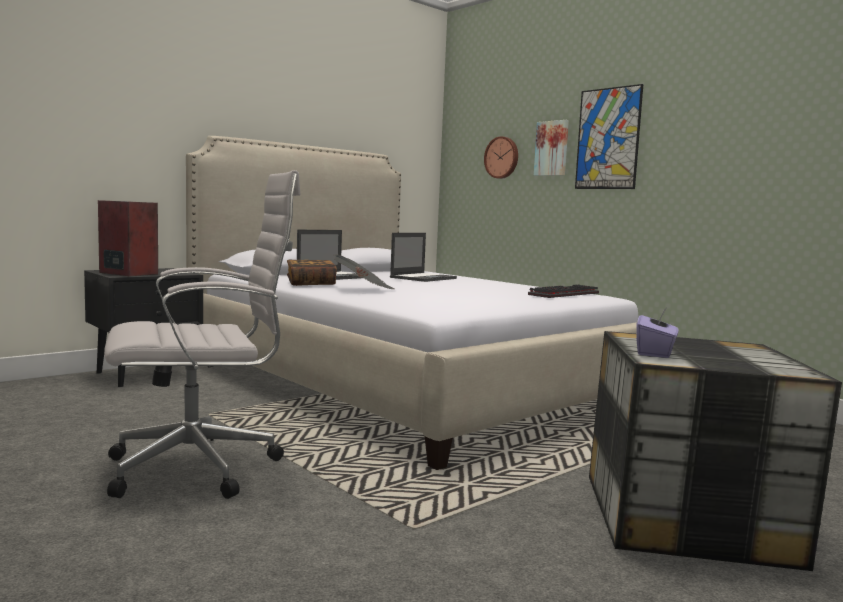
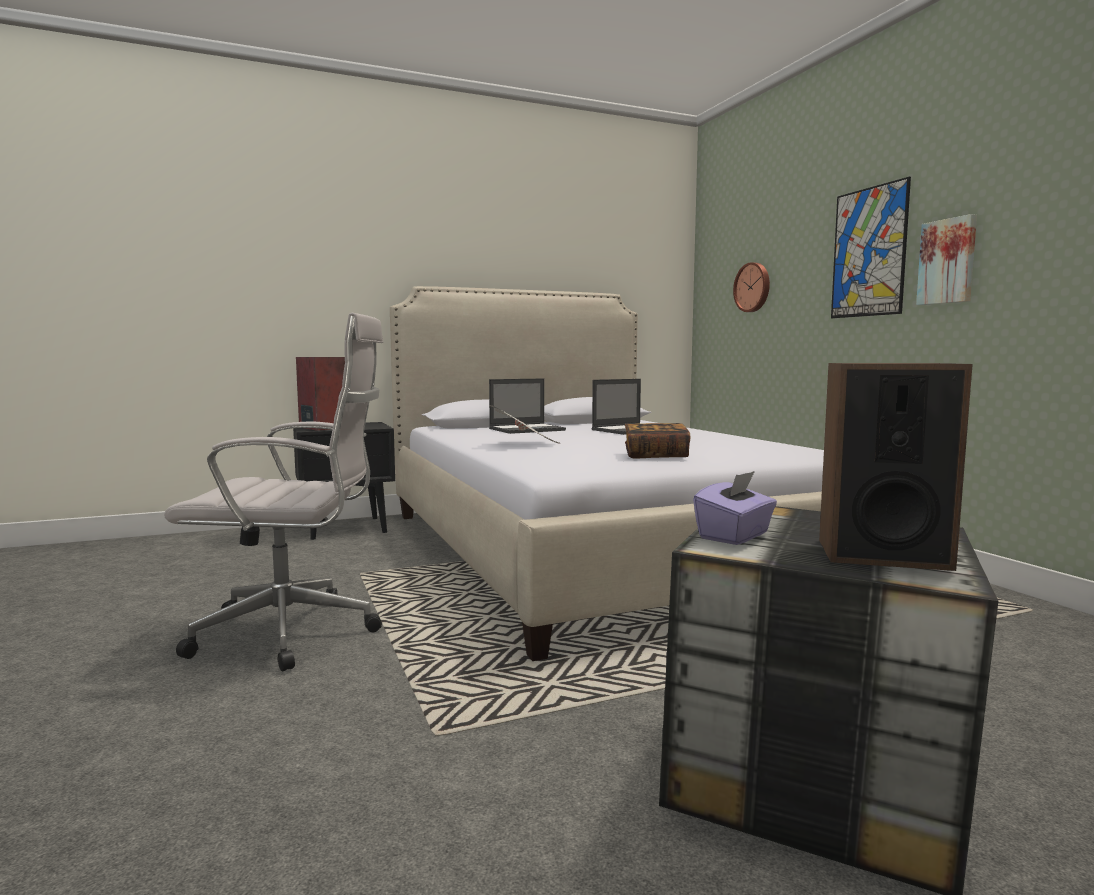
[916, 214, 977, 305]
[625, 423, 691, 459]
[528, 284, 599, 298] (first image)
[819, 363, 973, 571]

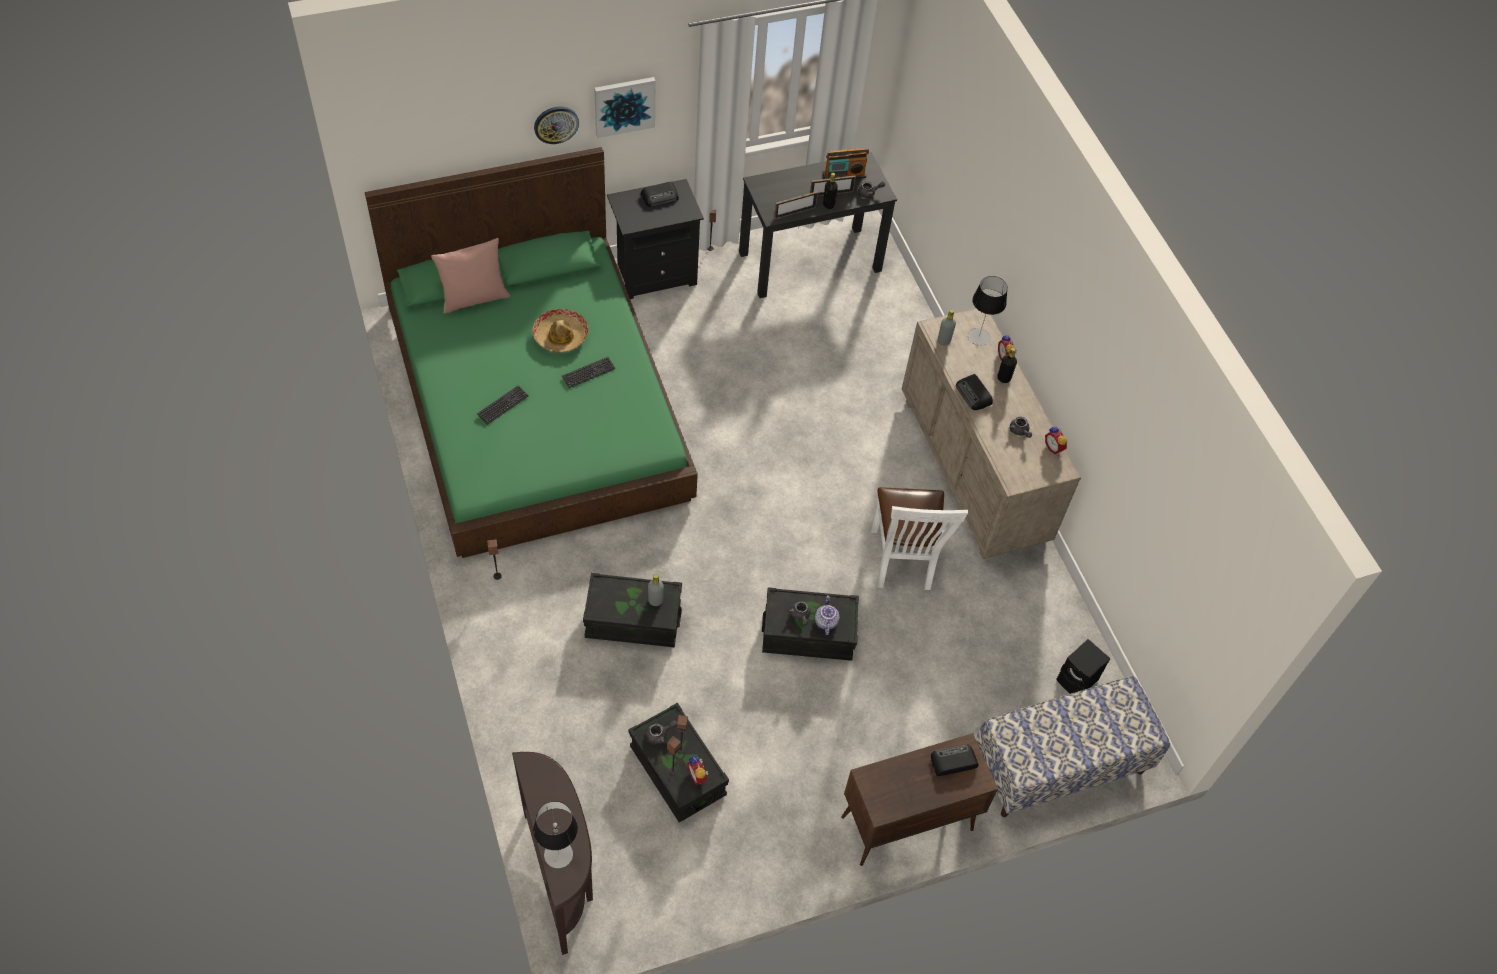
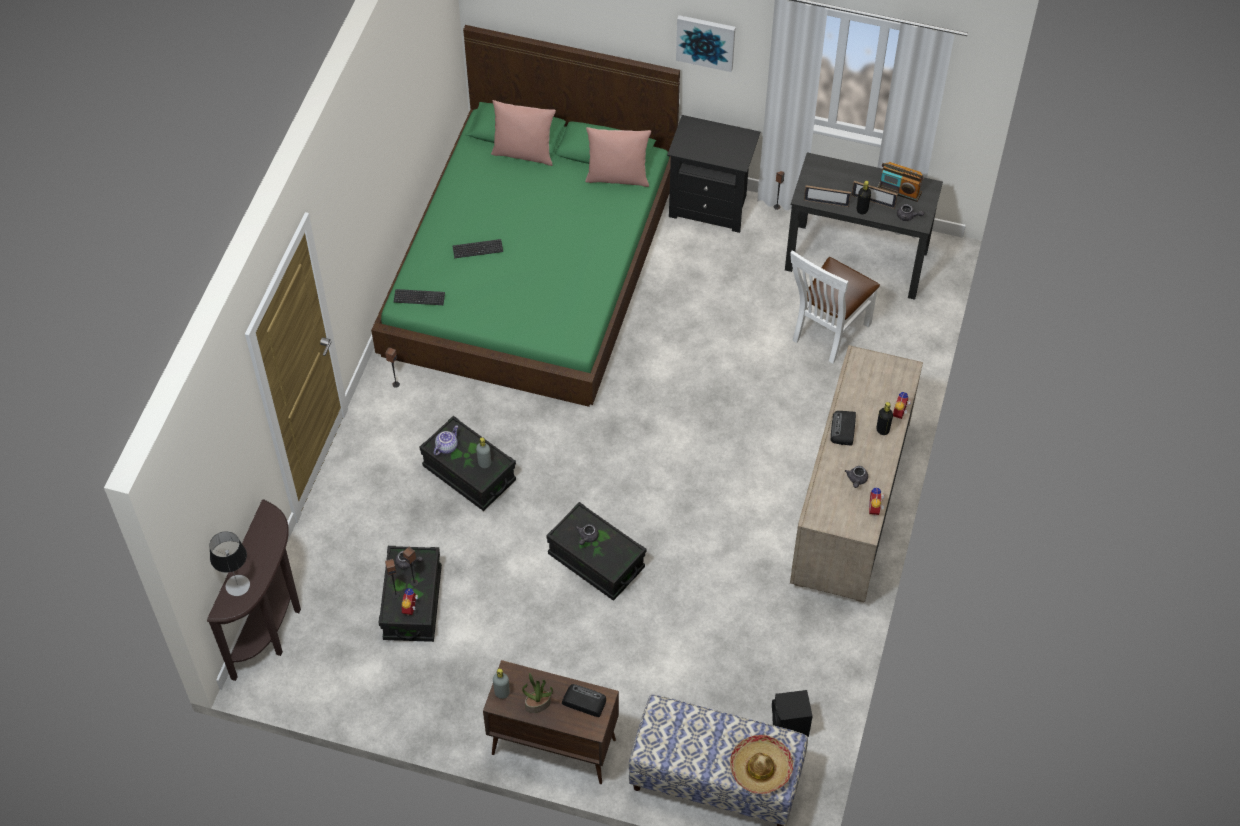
[534, 107, 579, 144] (first image)
[641, 182, 679, 207] (first image)
[968, 276, 1008, 346] (first image)
[730, 735, 793, 794]
[493, 668, 510, 699]
[394, 289, 445, 305]
[790, 250, 880, 363]
[434, 425, 458, 455]
[585, 127, 651, 187]
[522, 673, 553, 713]

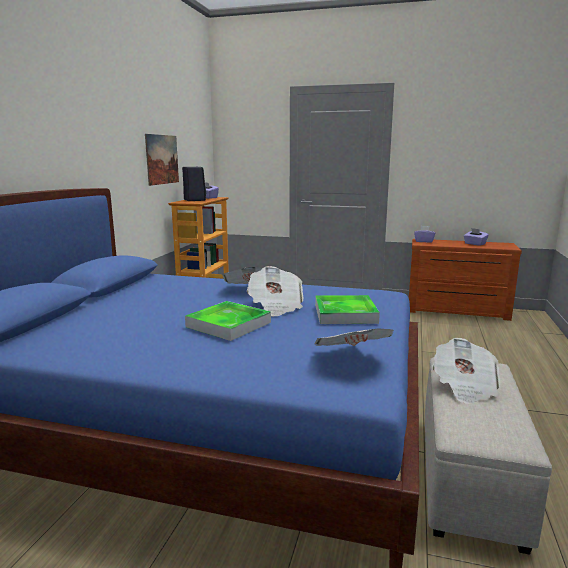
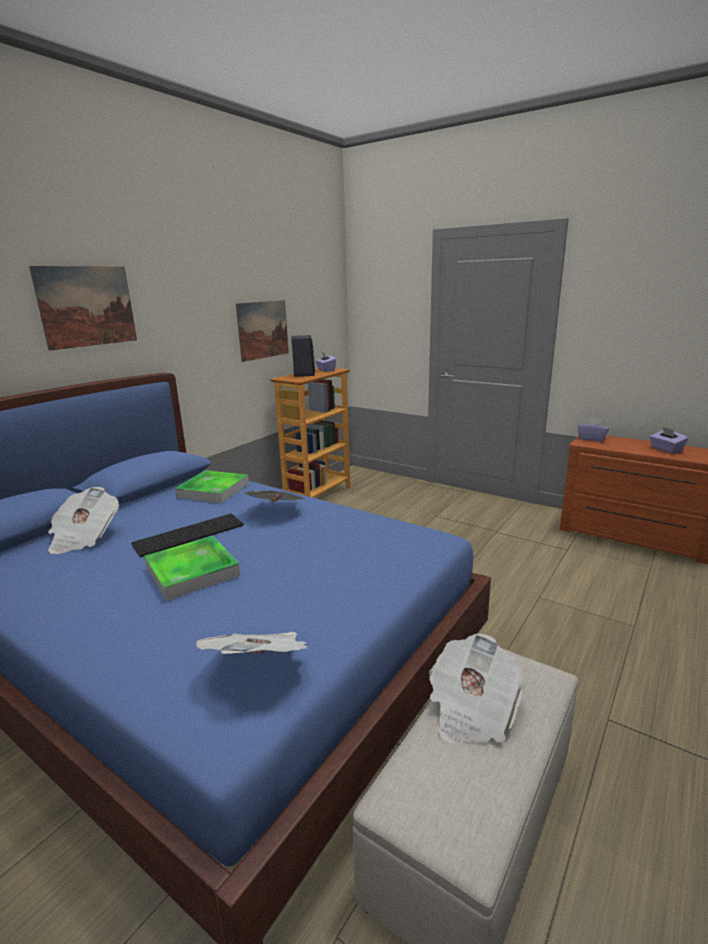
[48, 487, 119, 554]
[175, 470, 249, 503]
[29, 266, 137, 351]
[131, 514, 244, 557]

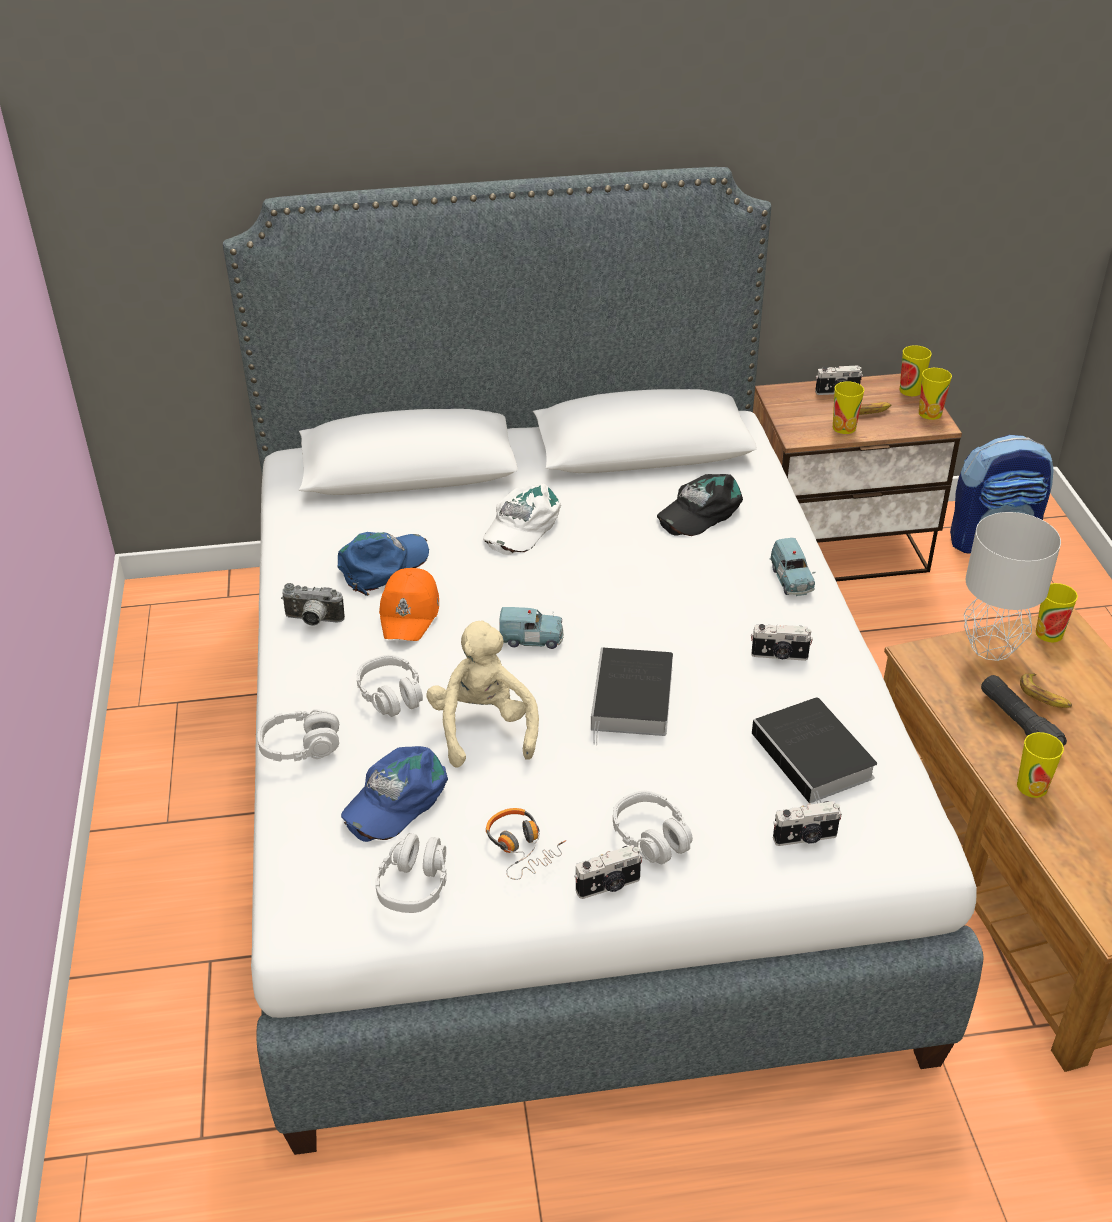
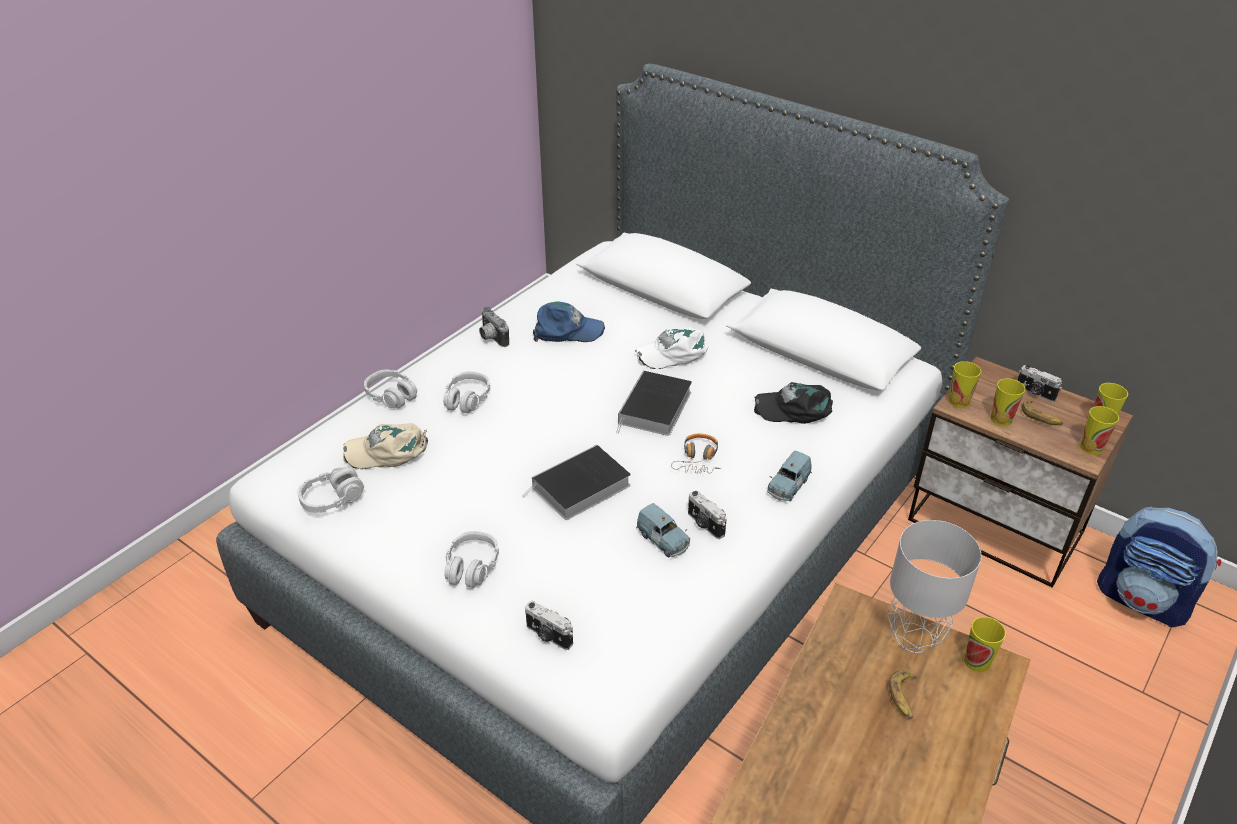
[379, 568, 439, 641] (first image)
[636, 503, 690, 557]
[426, 620, 539, 768] (first image)
[981, 675, 1067, 746] (first image)
[616, 371, 692, 436]
[948, 361, 981, 408]
[343, 423, 428, 469]
[671, 433, 721, 474]
[574, 845, 643, 899] (first image)

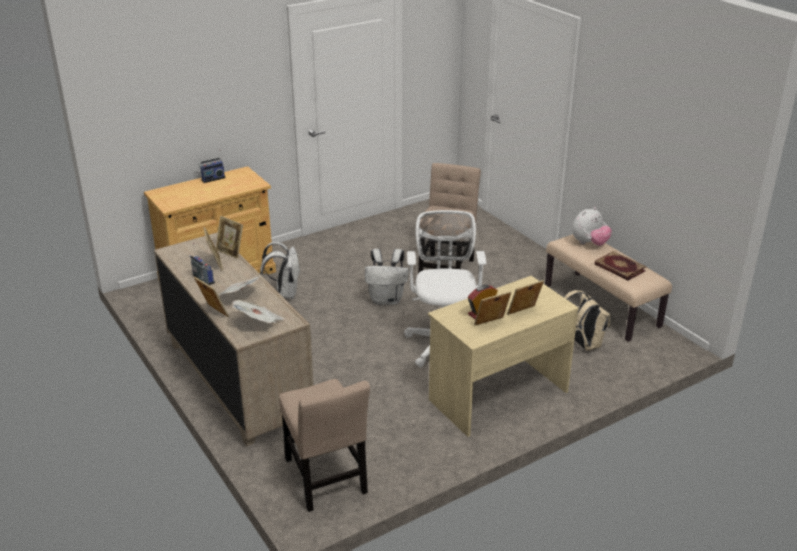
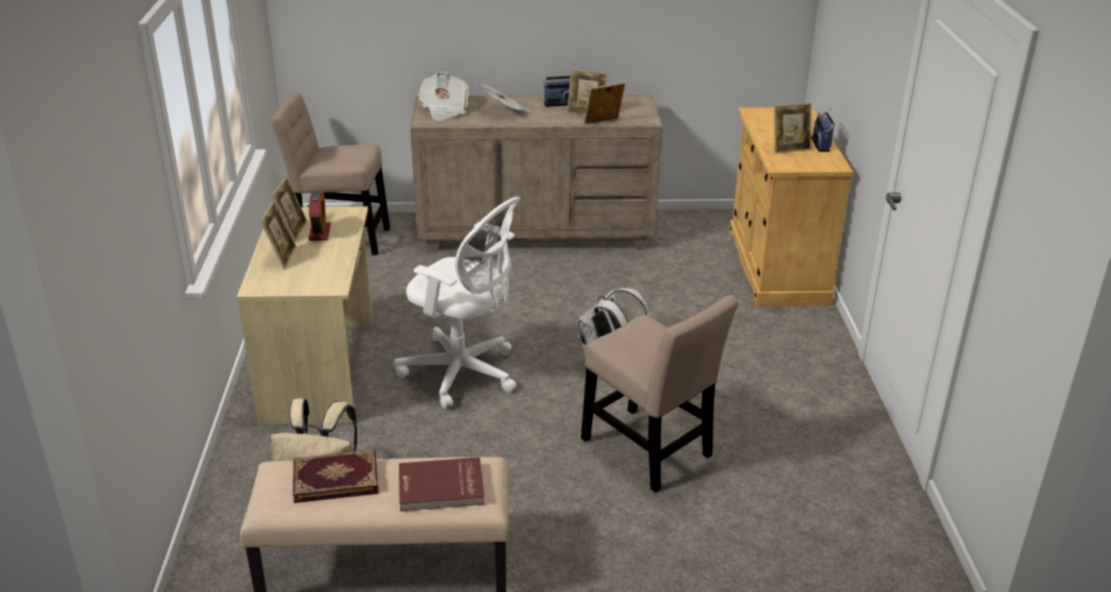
[399, 457, 485, 511]
[260, 242, 301, 299] (first image)
[774, 103, 812, 154]

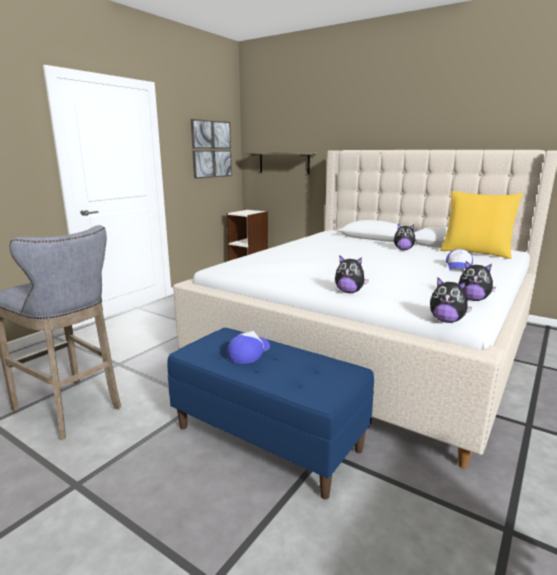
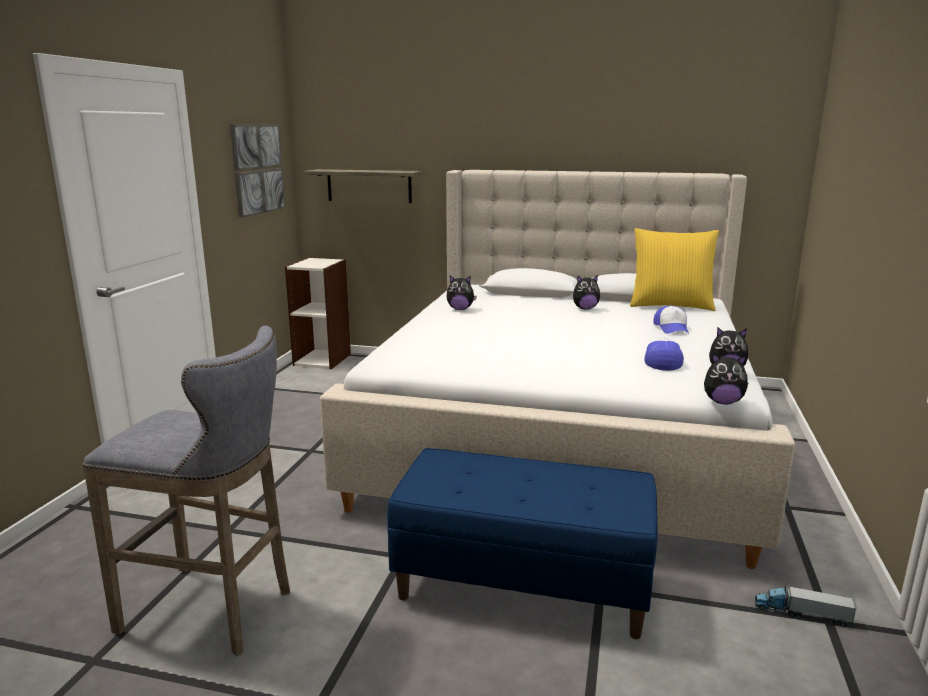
[446, 276, 477, 310]
[644, 337, 684, 371]
[755, 584, 857, 627]

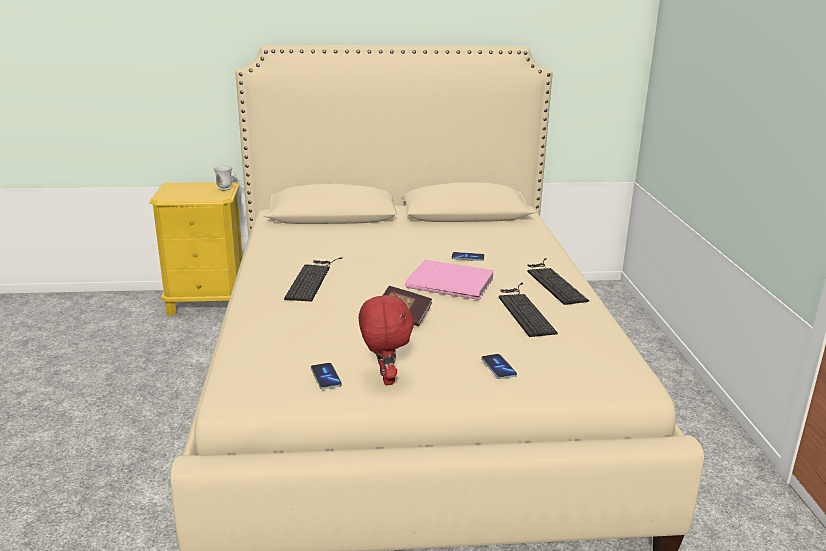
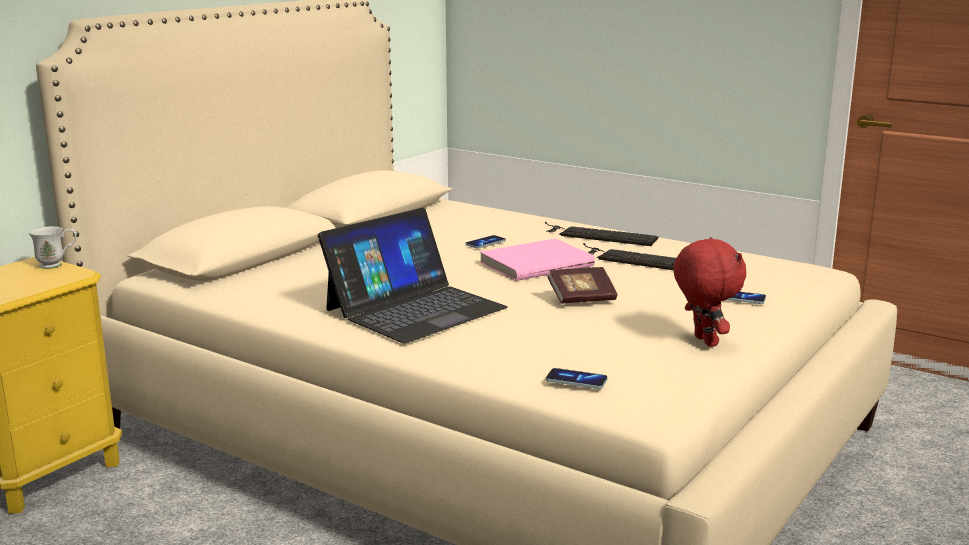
[318, 208, 508, 343]
[673, 237, 746, 347]
[546, 368, 608, 389]

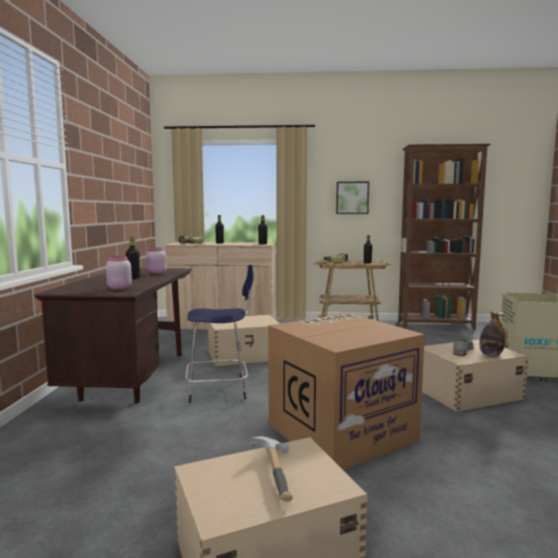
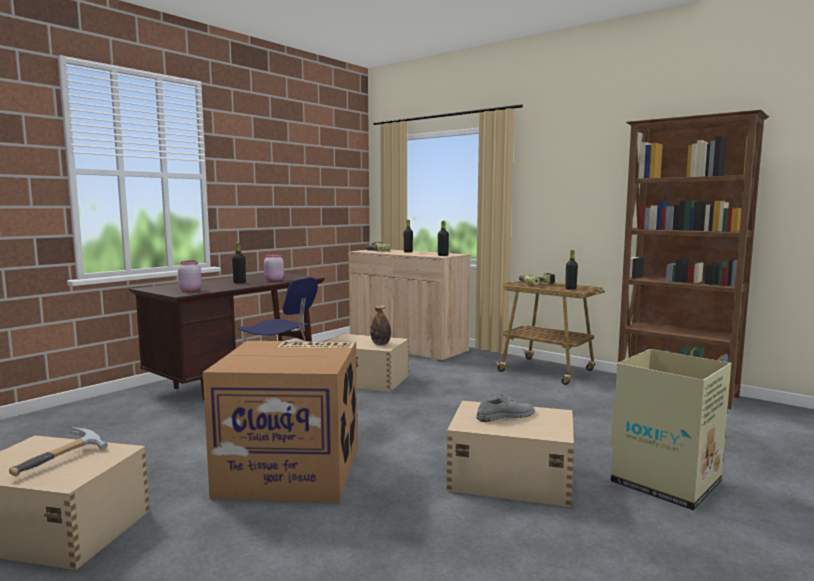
[336, 182, 369, 214] (first image)
[370, 305, 391, 345]

